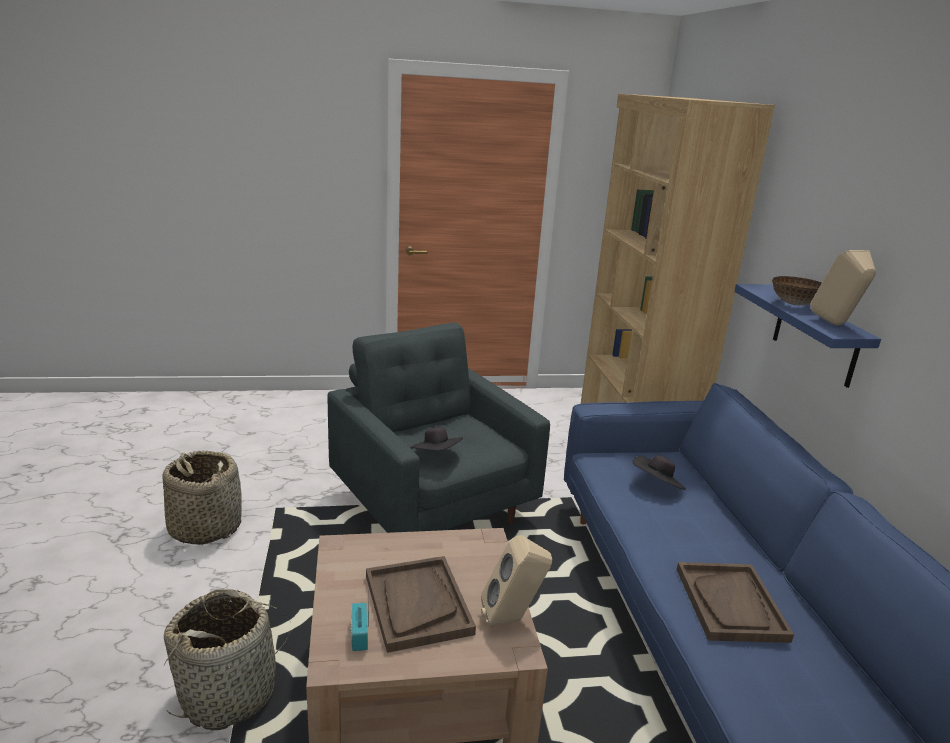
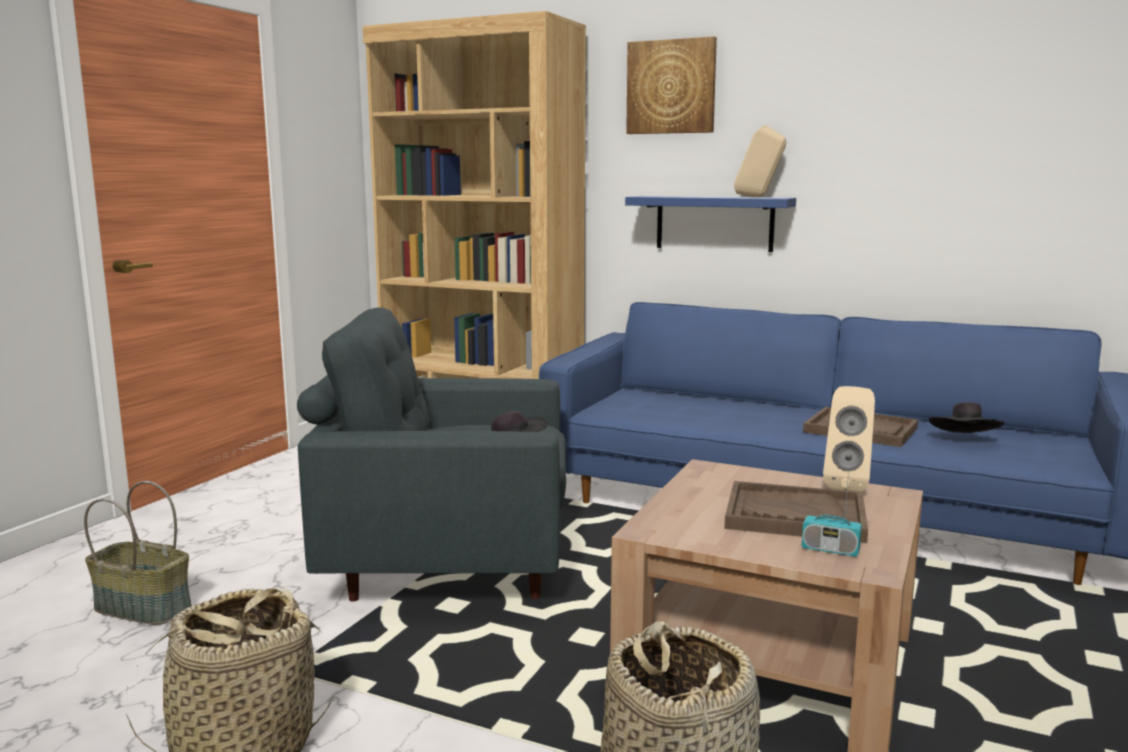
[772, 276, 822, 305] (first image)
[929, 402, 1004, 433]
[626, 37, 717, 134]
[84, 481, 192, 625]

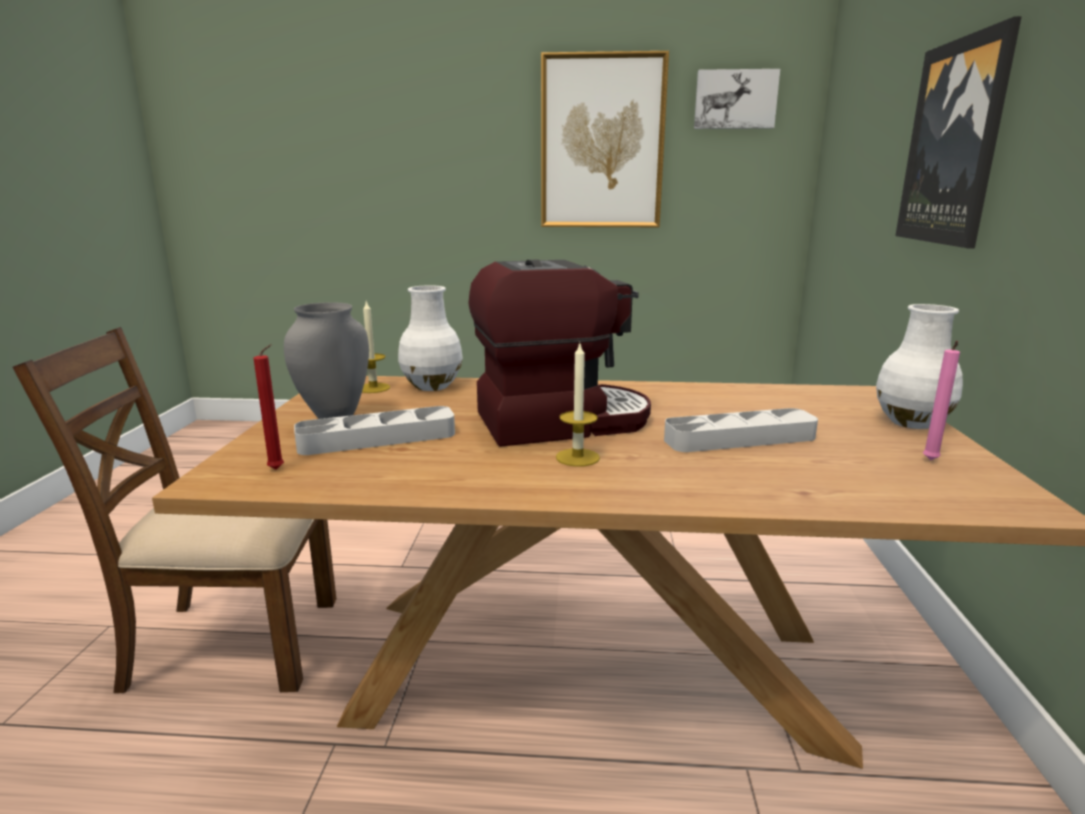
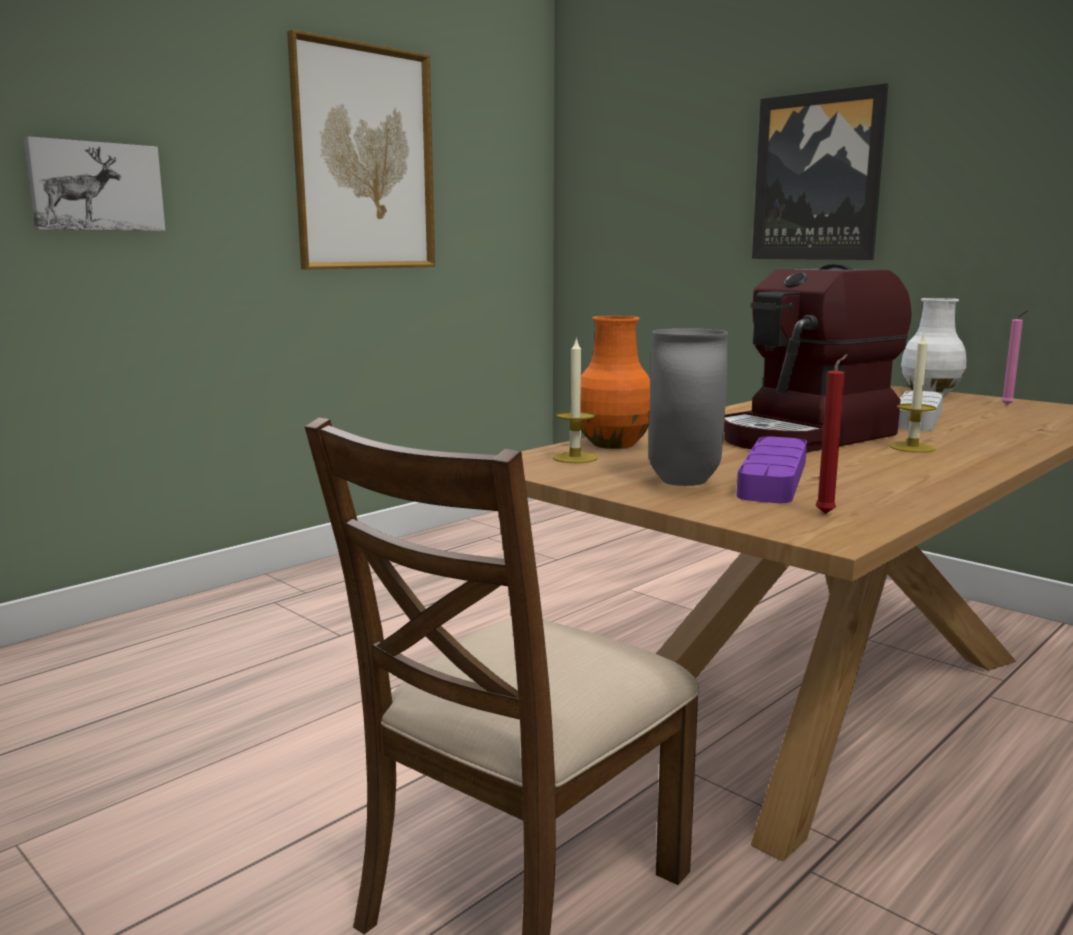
[23, 136, 165, 231]
[724, 264, 912, 453]
[580, 316, 650, 449]
[737, 436, 807, 503]

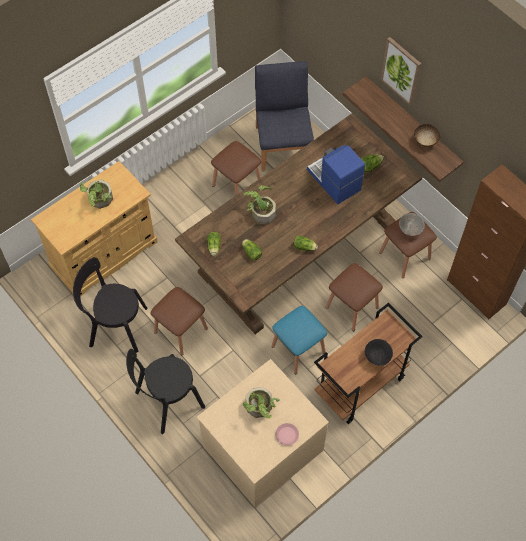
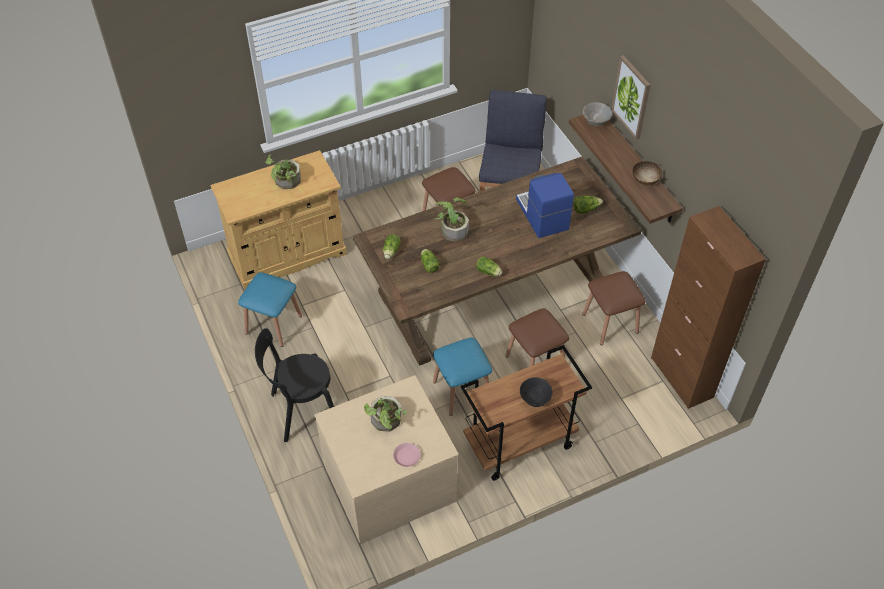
[583, 102, 612, 126]
[238, 272, 302, 347]
[150, 287, 208, 355] (first image)

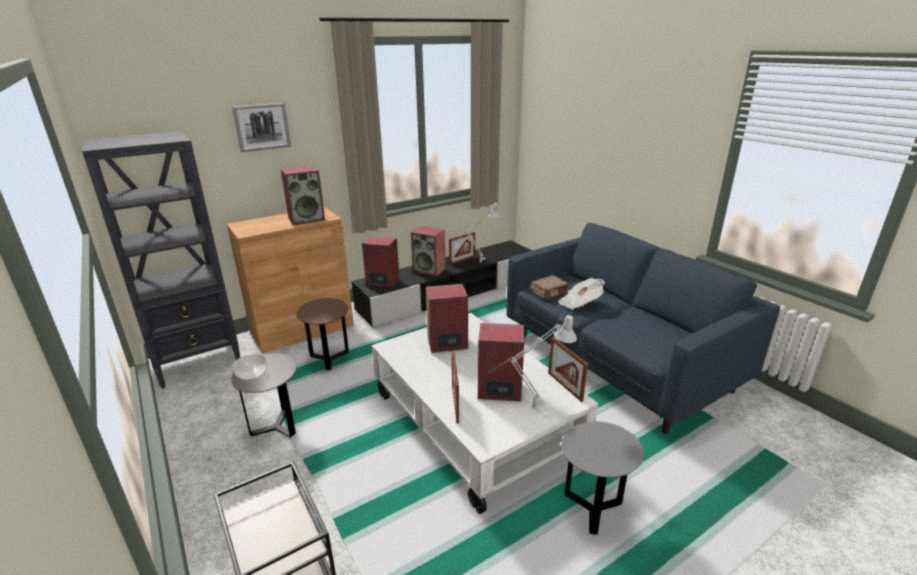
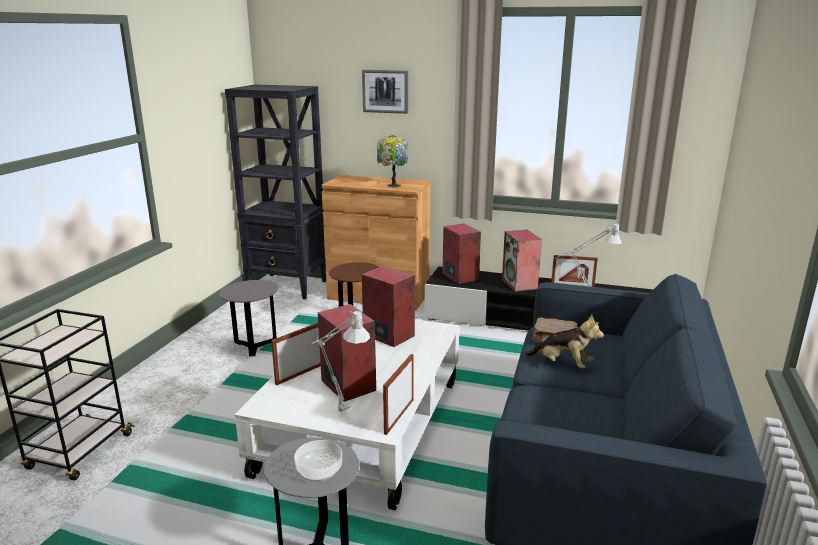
[377, 135, 408, 188]
[525, 314, 604, 368]
[294, 440, 342, 482]

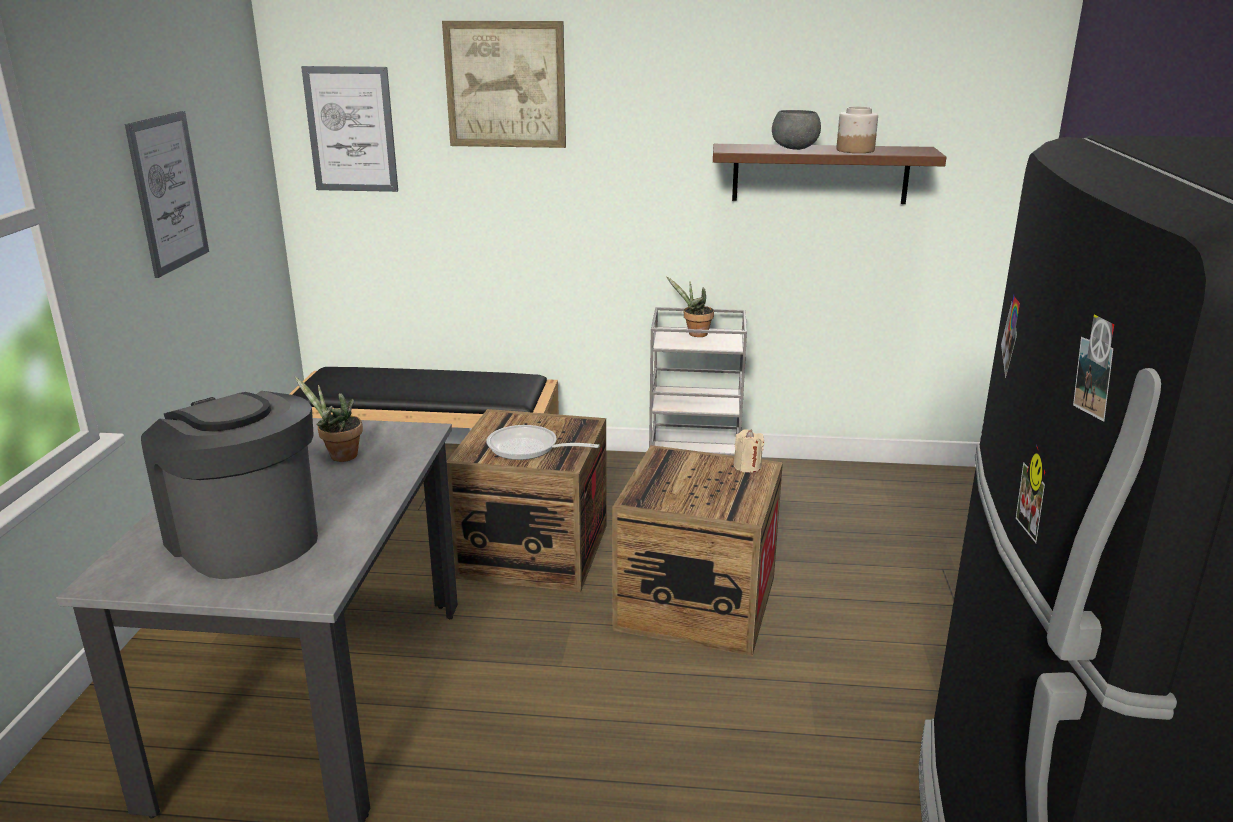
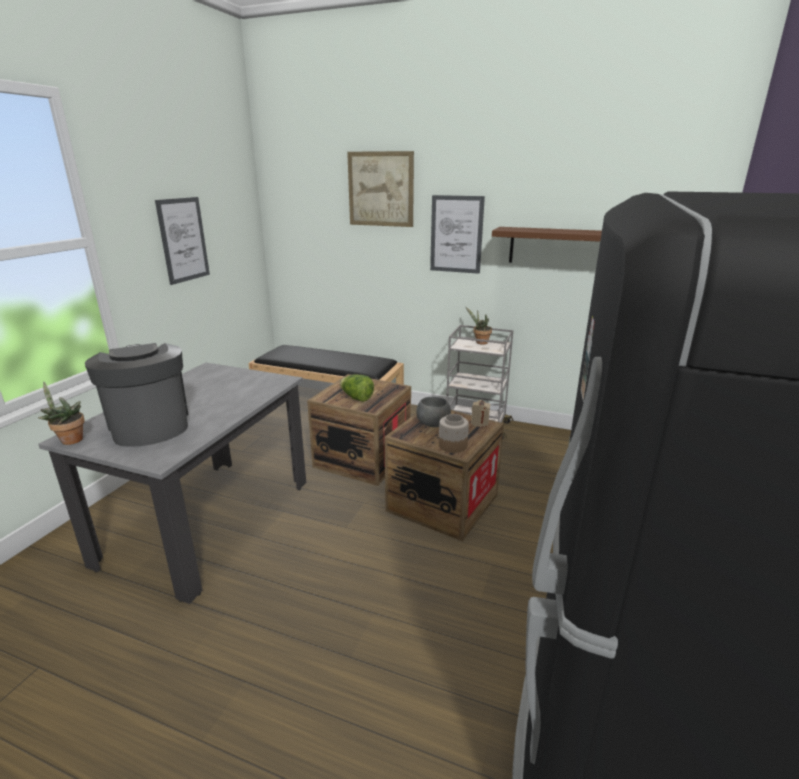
[430, 195, 485, 274]
[439, 414, 469, 453]
[416, 397, 451, 427]
[38, 381, 85, 445]
[340, 374, 374, 402]

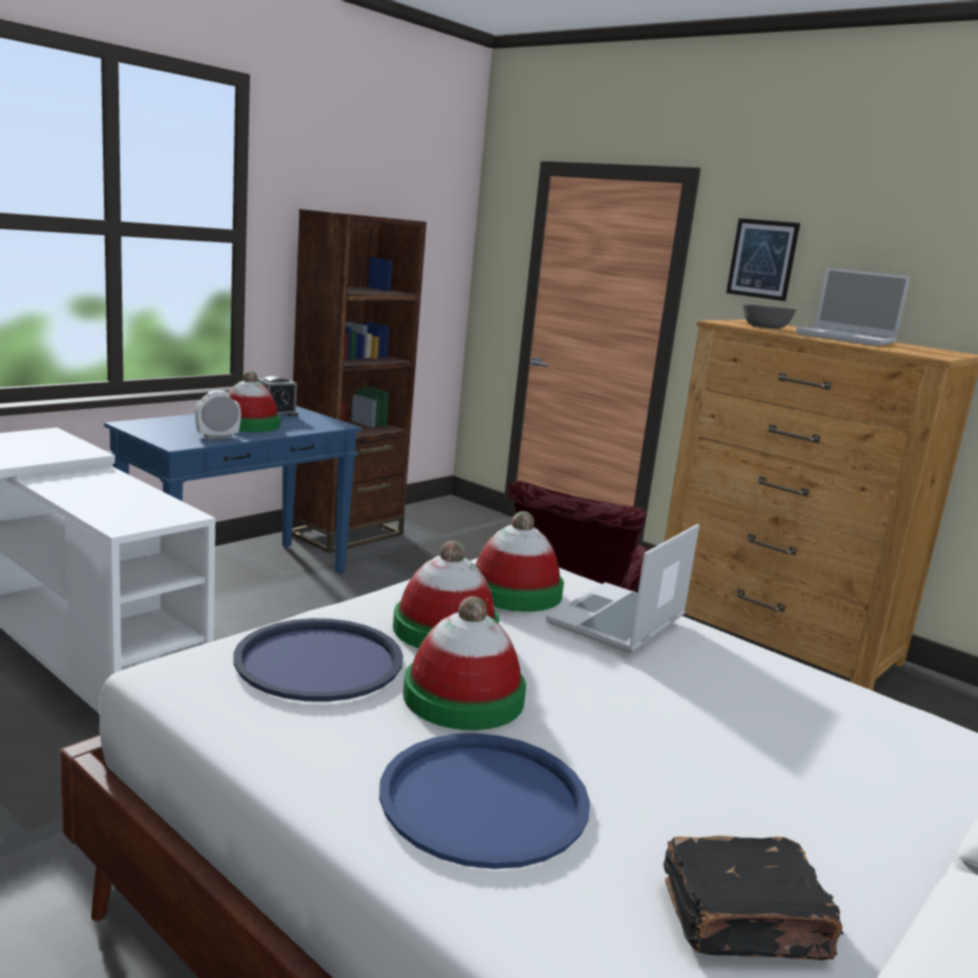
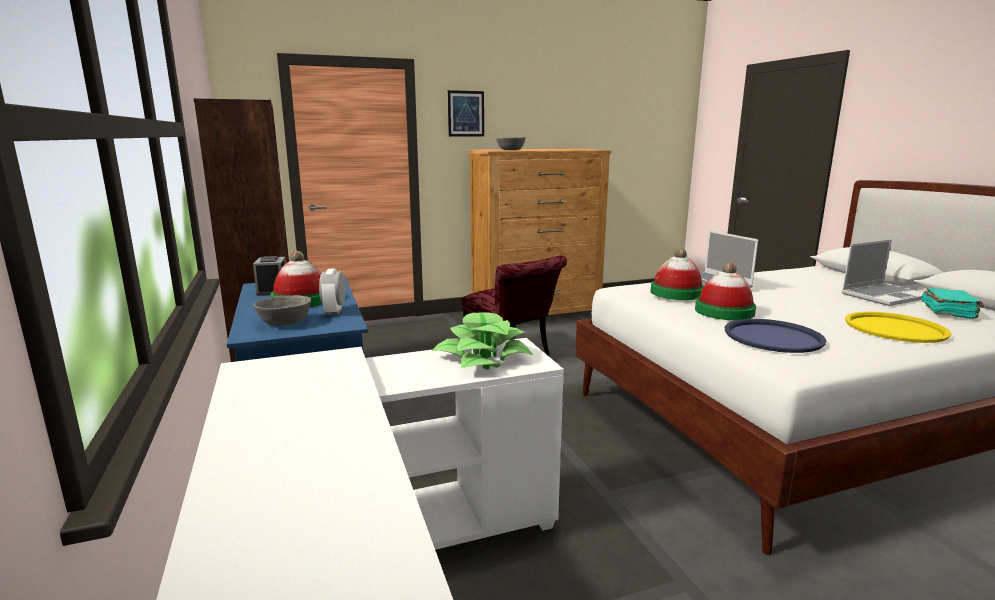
[841, 239, 923, 306]
[403, 596, 526, 730] (first image)
[845, 312, 951, 343]
[922, 287, 984, 319]
[254, 295, 311, 326]
[432, 312, 534, 370]

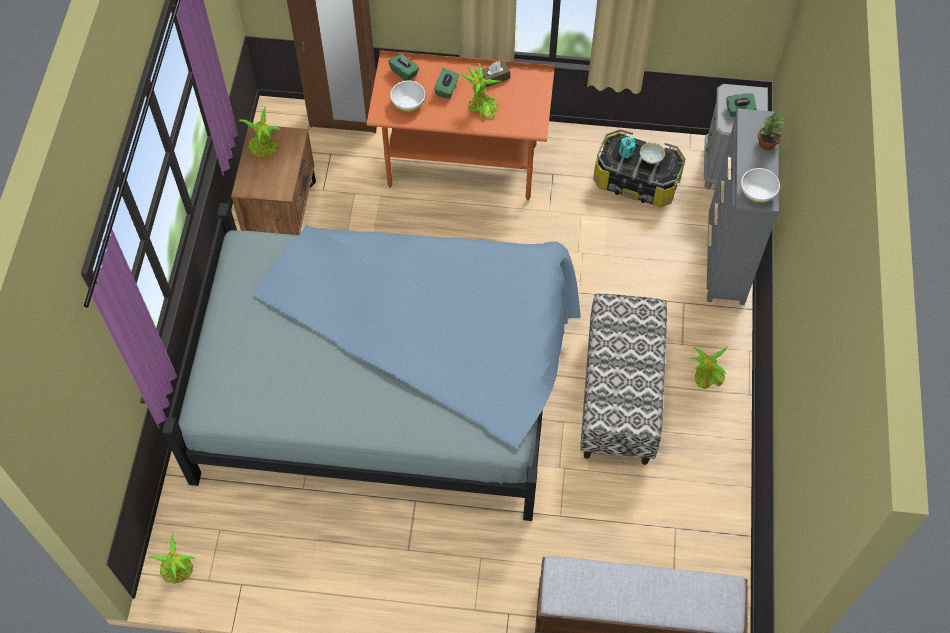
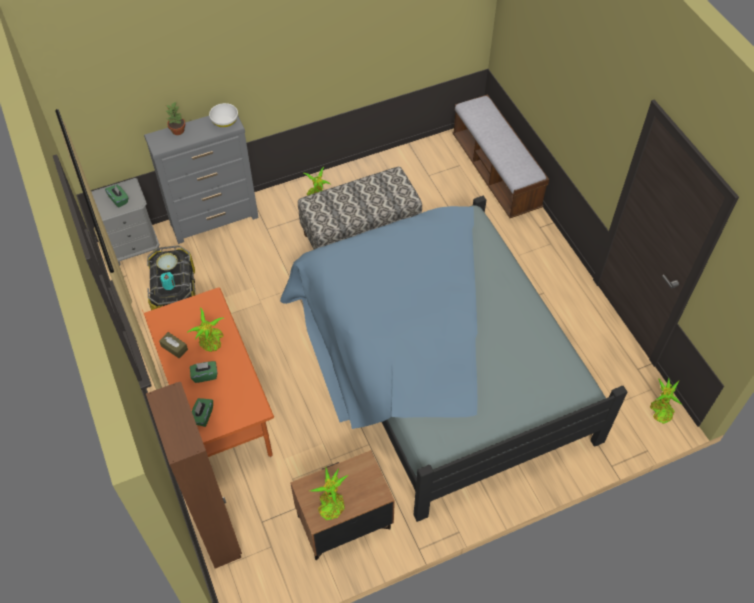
[390, 81, 425, 112] (first image)

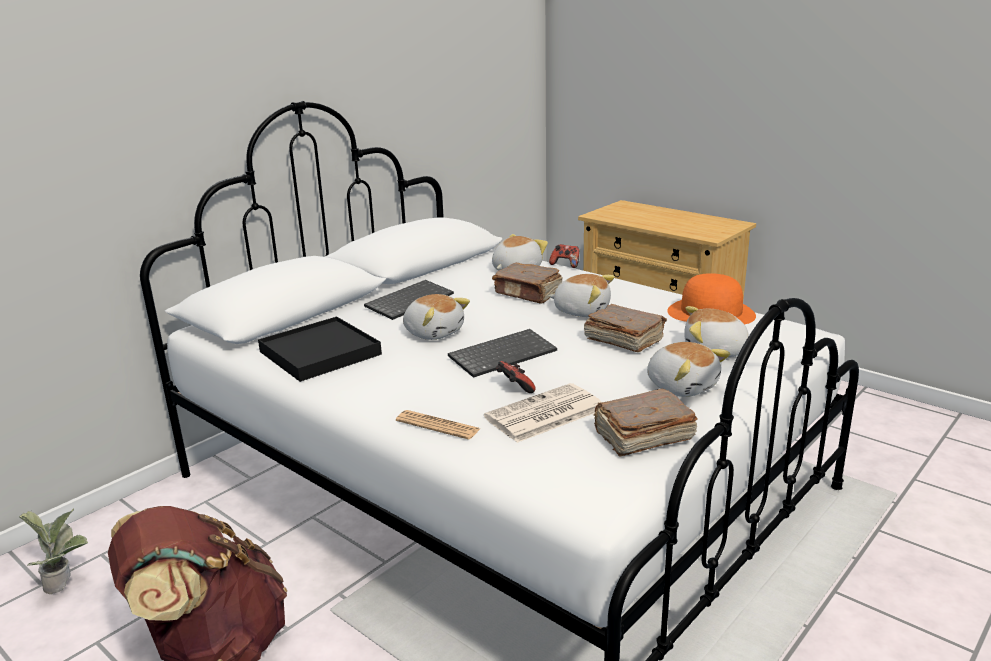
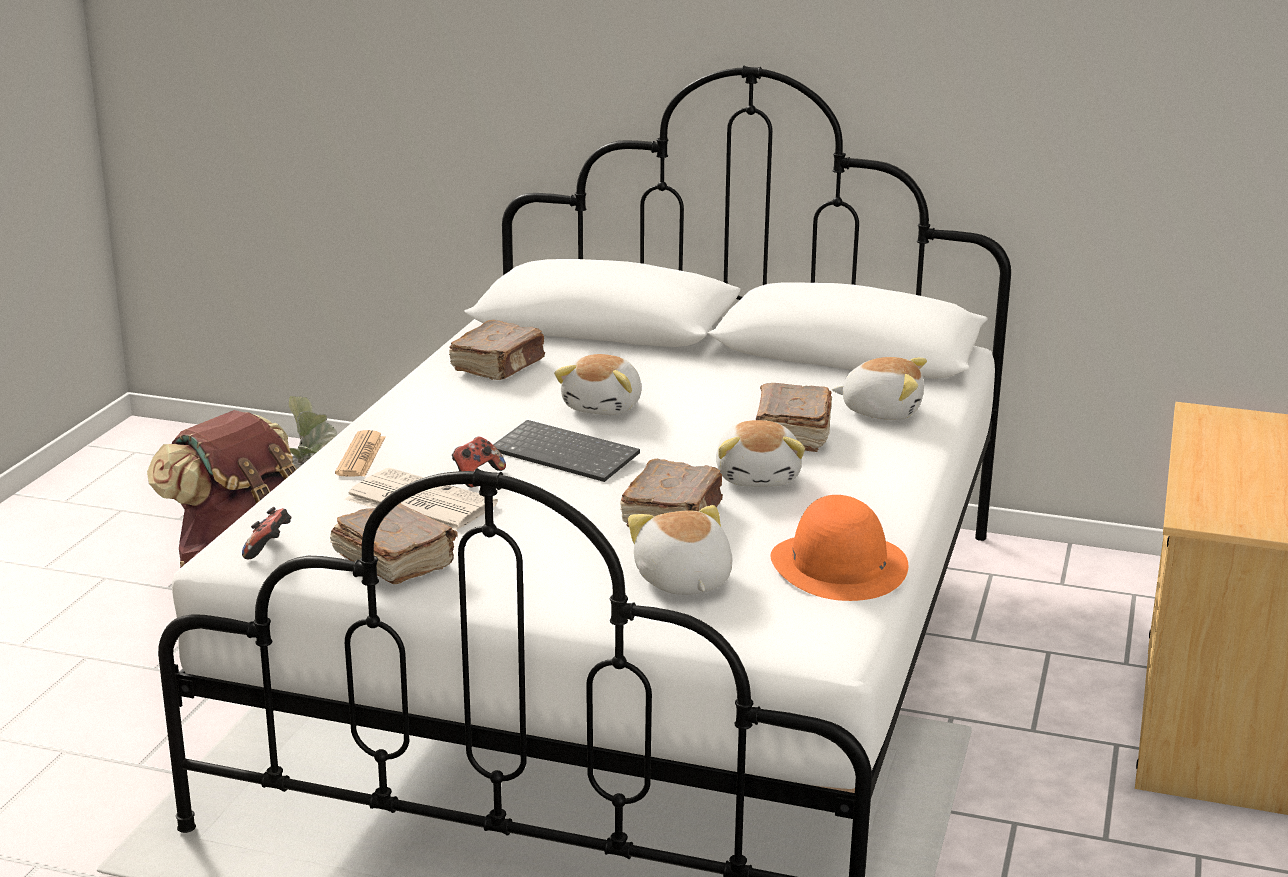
[242, 507, 292, 559]
[364, 280, 454, 320] (first image)
[449, 320, 545, 380]
[647, 342, 730, 397] (first image)

